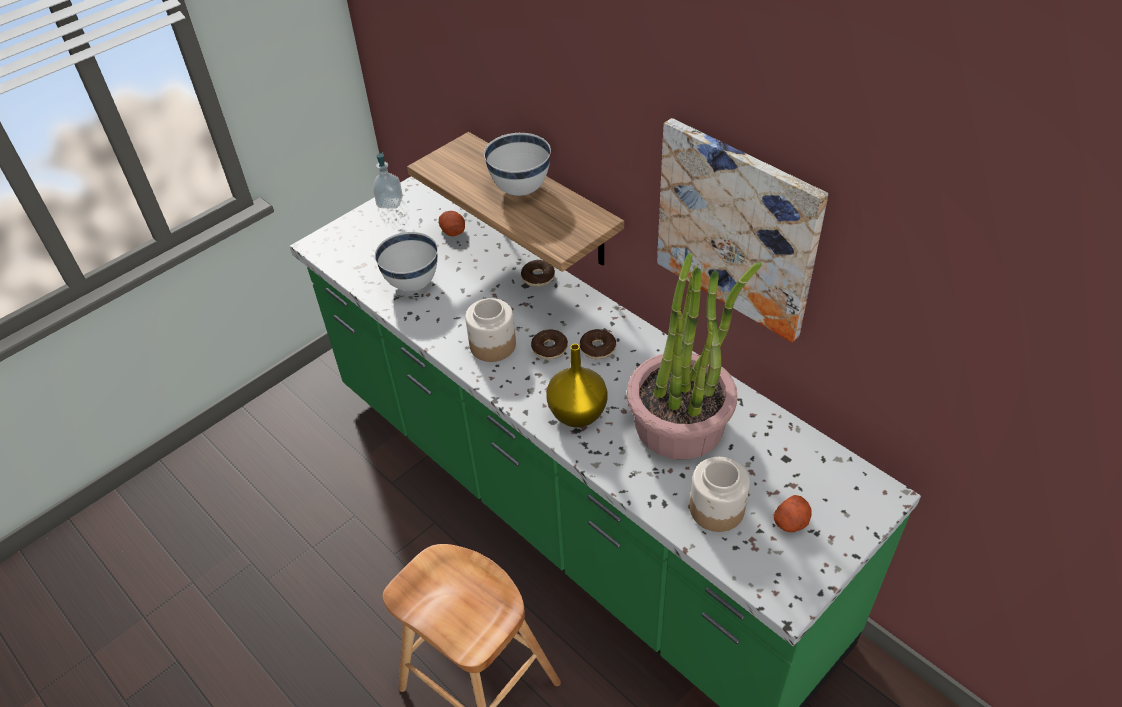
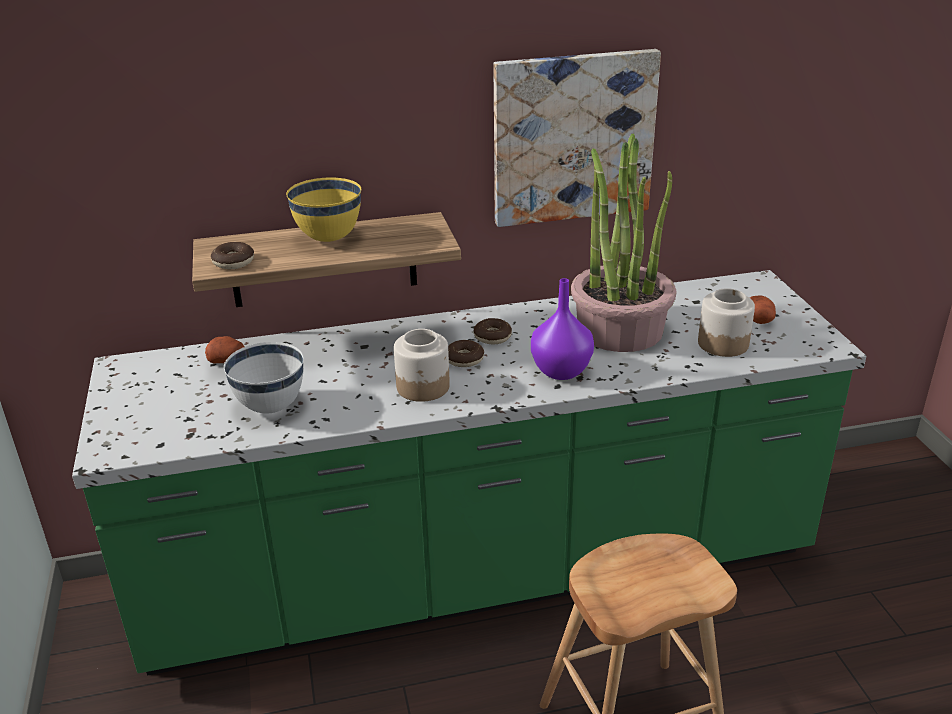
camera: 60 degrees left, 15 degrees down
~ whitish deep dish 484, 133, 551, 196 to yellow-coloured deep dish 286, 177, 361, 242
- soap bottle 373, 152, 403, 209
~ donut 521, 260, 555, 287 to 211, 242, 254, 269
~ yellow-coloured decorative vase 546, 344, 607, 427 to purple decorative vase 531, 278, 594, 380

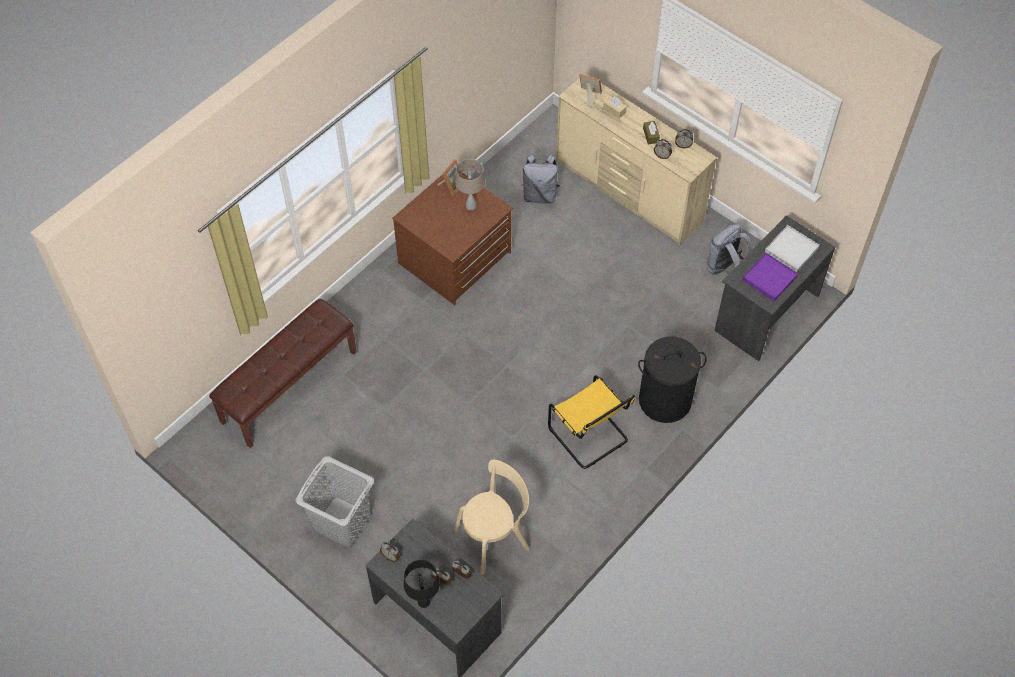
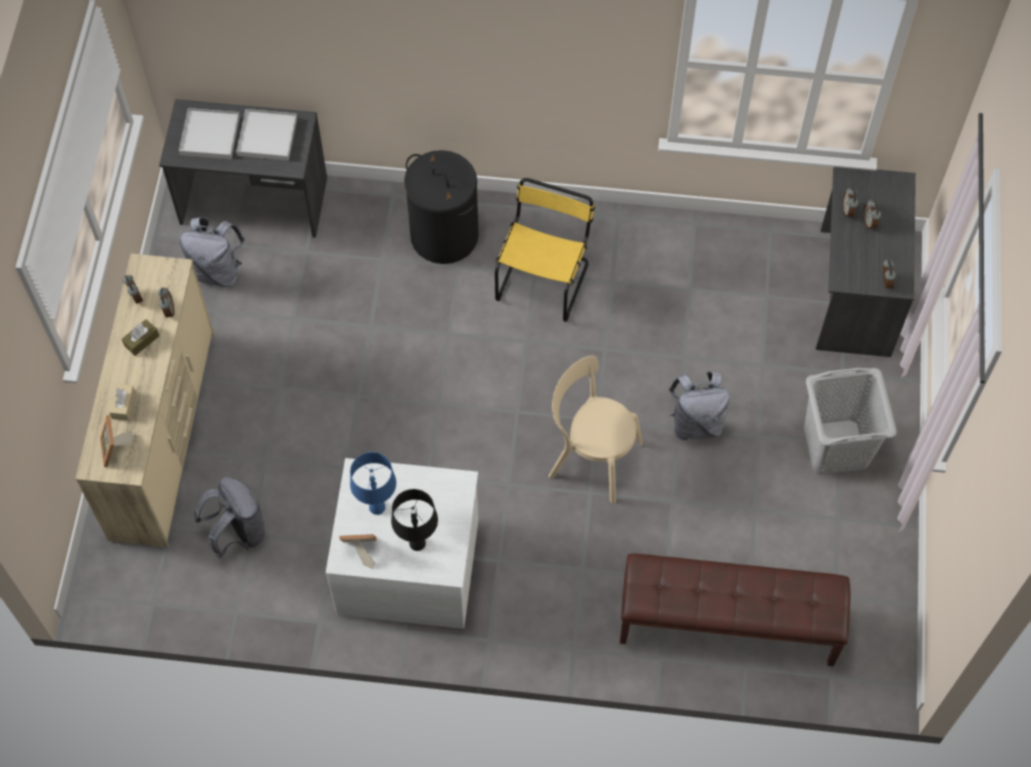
camera: 125 degrees left, 5 degrees up
~ sand-coloured tabletop lamp 455, 159, 485, 210 to bluish tabletop lamp 350, 452, 396, 515
~ brown-coloured drawer chest 392, 172, 513, 305 to whitish drawer chest 326, 458, 478, 629
~ purple tray 742, 253, 798, 301 to whitish tray 236, 109, 297, 161
~ sand-coloured upright chair 454, 460, 530, 575 to 548, 356, 643, 503
~ black tabletop lamp 404, 560, 440, 608 to 391, 489, 438, 551
+ grey knapsack 669, 371, 730, 440

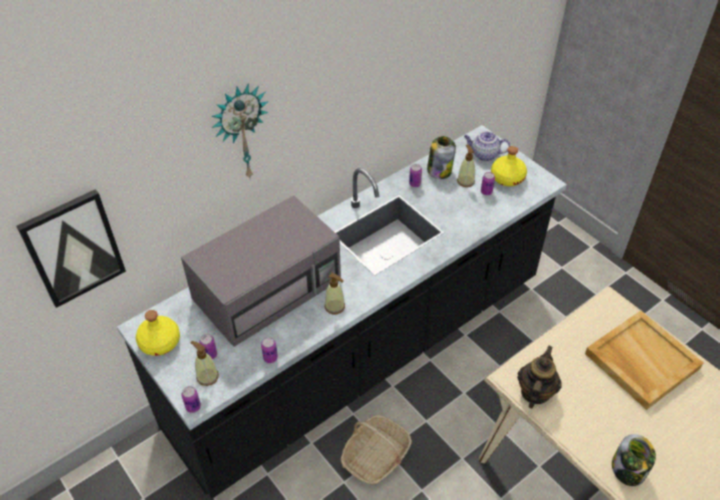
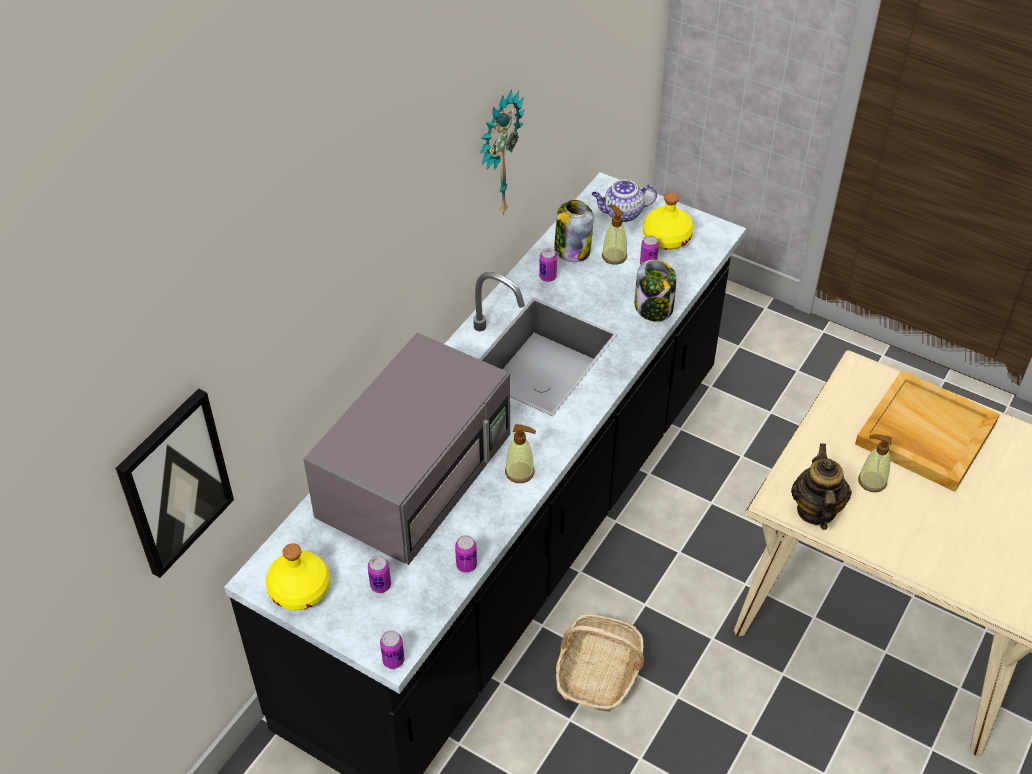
camera: 20 degrees left, 0 degrees up
~ wall clock 212, 83, 269, 178 to 480, 89, 525, 216
~ soap bottle 191, 341, 219, 386 to 858, 434, 892, 492
~ jar 612, 434, 656, 486 to 635, 260, 676, 322

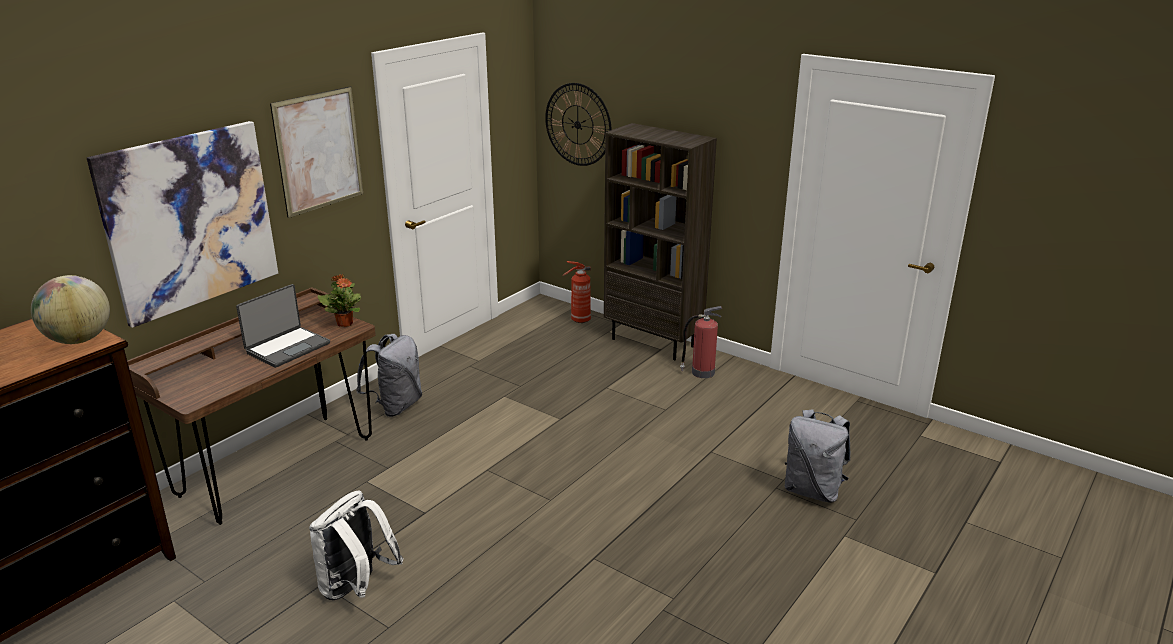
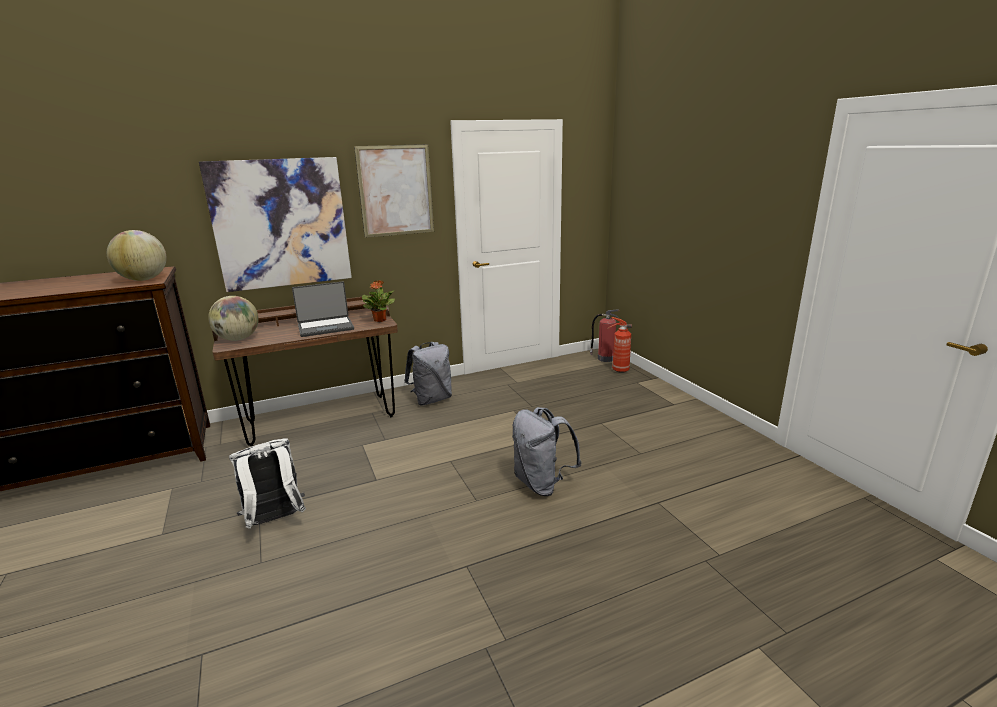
camera: 30 degrees right, 5 degrees down
- wall clock 545, 83, 611, 166
- brown-coloured bookshelf 604, 123, 717, 360
~ extinguisher 680, 306, 722, 378 to 590, 309, 619, 362
~ grey knapsack 785, 409, 851, 503 to 512, 407, 582, 496
+ desk globe 208, 296, 259, 341

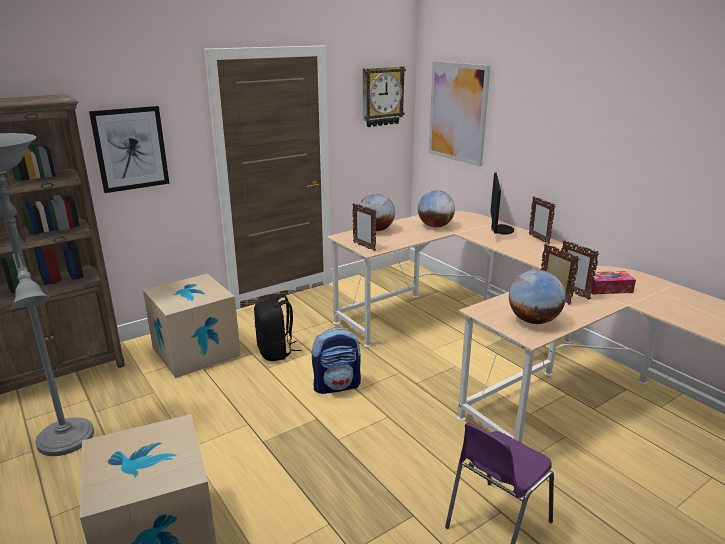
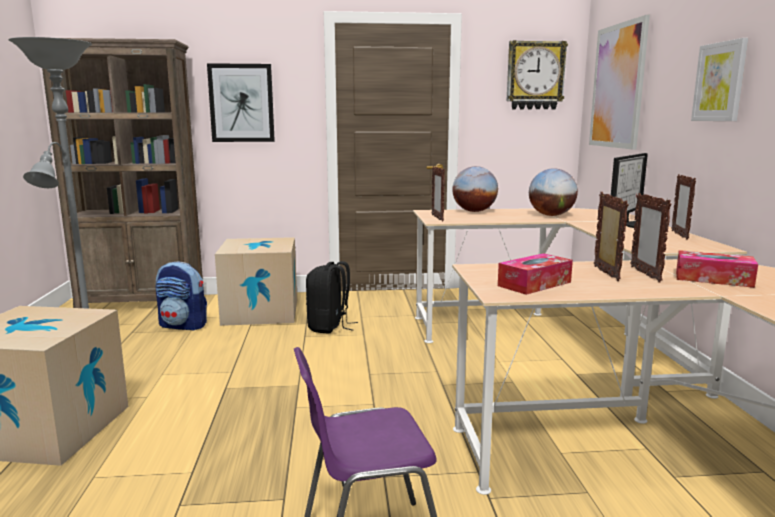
camera: 30 degrees right, 10 degrees down
~ desk globe 509, 270, 566, 324 to tissue holder 498, 253, 573, 295
~ knapsack 312, 328, 361, 394 to 156, 261, 207, 330
+ wall art 691, 38, 748, 121

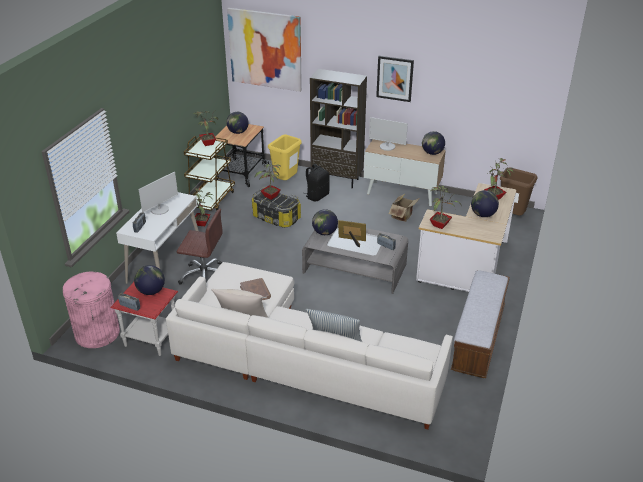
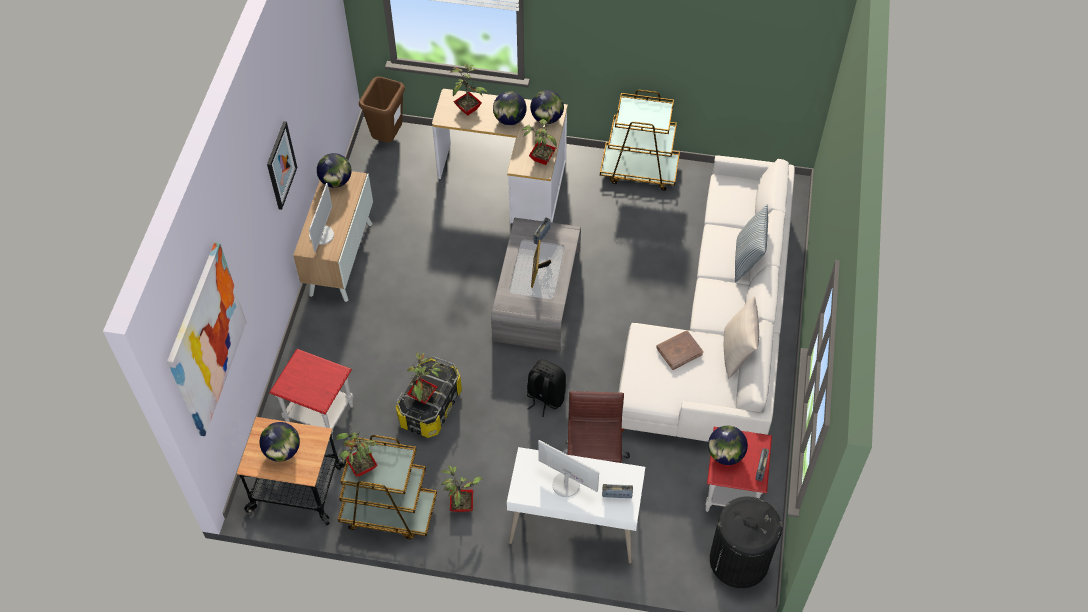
camera: 100 degrees left, 20 degrees up
- brown-coloured bookshelf 310, 69, 367, 189
~ yellow-coloured rubbish bin 268, 135, 302, 180 to red-coloured accent table 269, 349, 353, 439
~ black knapsack 303, 164, 329, 201 to 527, 360, 566, 417
- cardboard box 388, 193, 420, 222
~ desk globe 312, 209, 338, 235 to 530, 90, 564, 124
~ indoor bench 451, 270, 510, 378 to brown-coloured wheeled cart 600, 90, 680, 191
~ pinkish rubbish bin 63, 271, 120, 348 to black rubbish bin 710, 496, 783, 588

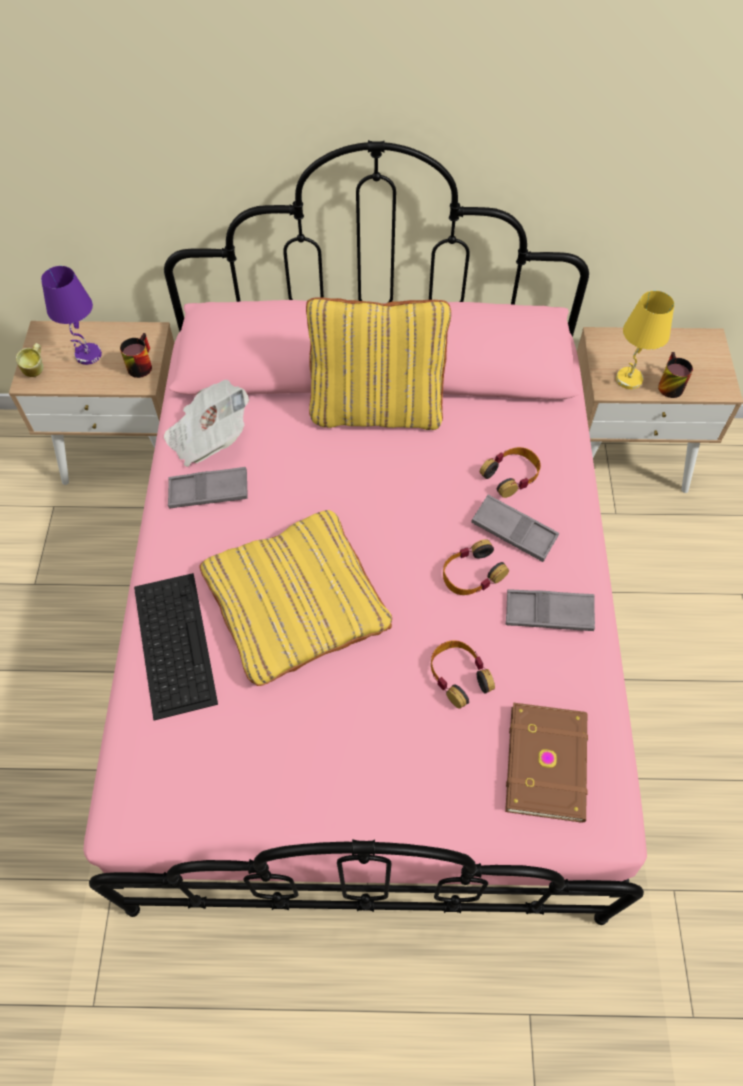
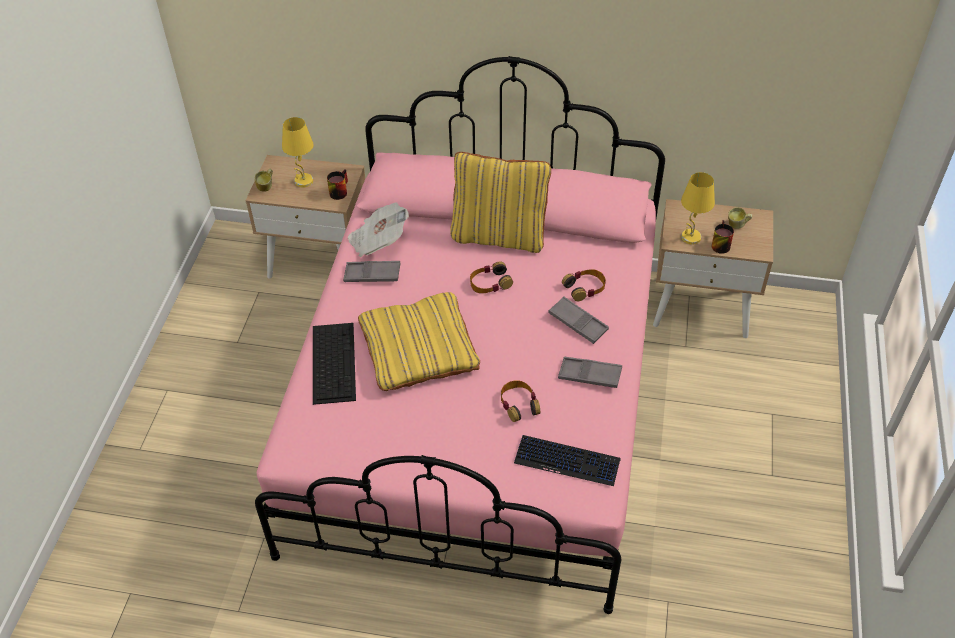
camera: 10 degrees right, 10 degrees down
~ purple tabletop lamp 41, 266, 102, 365 to yellow-coloured tabletop lamp 282, 117, 314, 188
~ headphones 443, 539, 509, 595 to 470, 261, 513, 293
~ brown-coloured volume 505, 702, 588, 823 to keyboard 514, 435, 621, 486
+ tea mug 728, 207, 752, 229

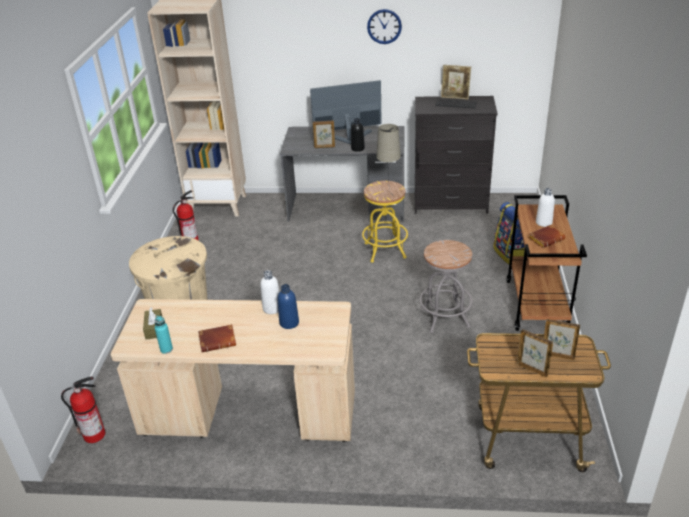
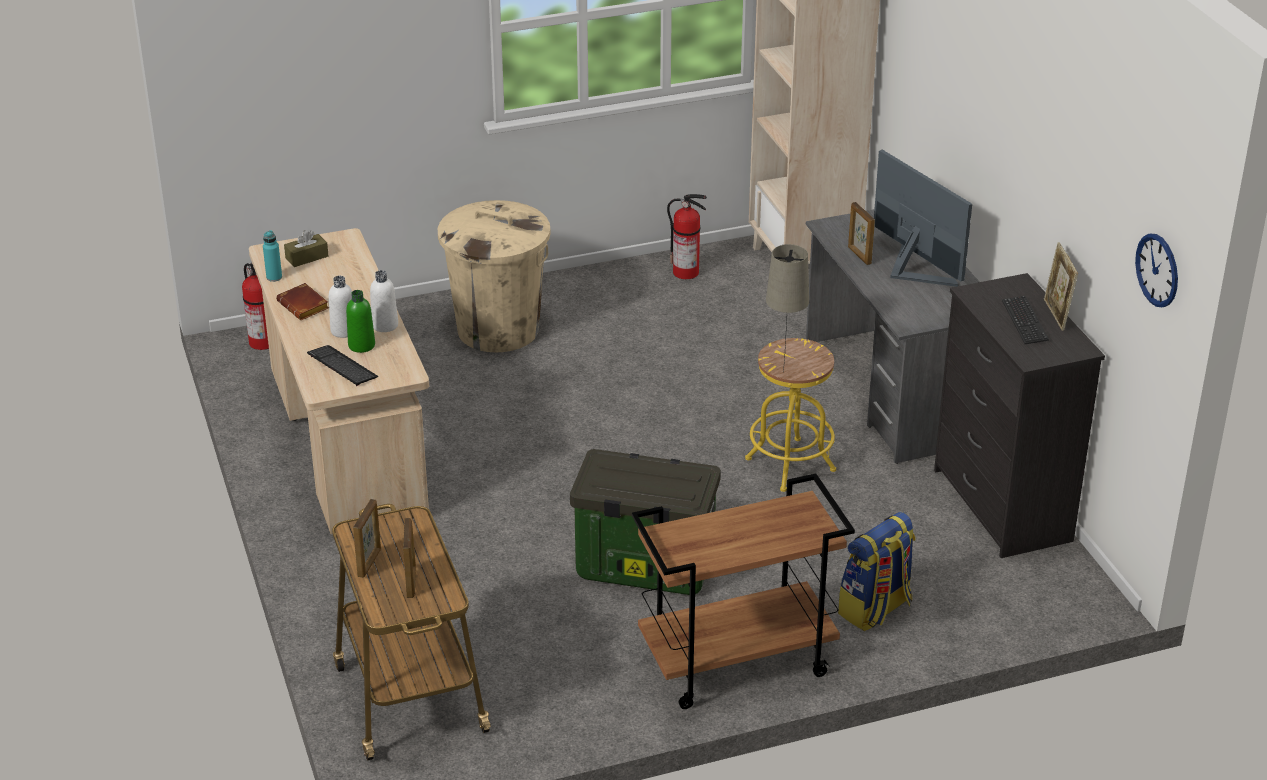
camera: 65 degrees right, 0 degrees up
~ wall clock 367, 9, 402, 44 to 1135, 234, 1178, 307
- black beverage bottle 351, 118, 365, 152
~ whitish beverage bottle 536, 188, 555, 227 to 329, 276, 352, 338
- brown-coloured volume 528, 225, 565, 248
~ grey stool 419, 240, 472, 333 to storage bin 570, 449, 721, 595
~ bluish beverage bottle 278, 284, 299, 329 to green beverage bottle 346, 290, 375, 353
+ keyboard 307, 345, 379, 386

